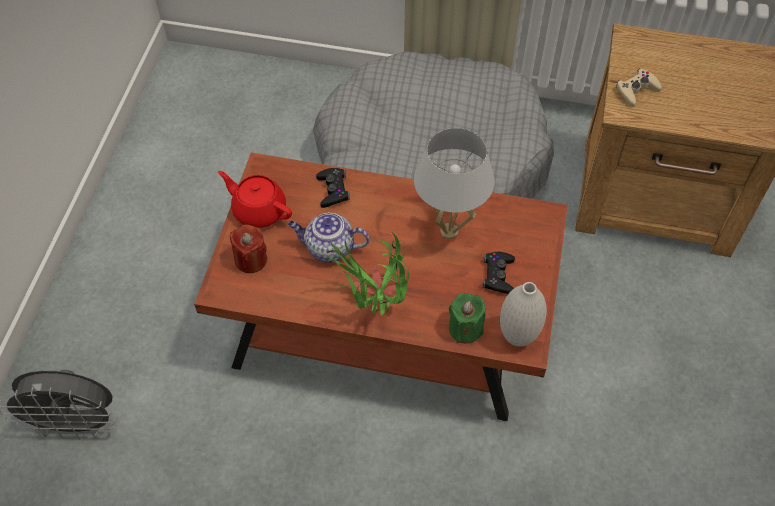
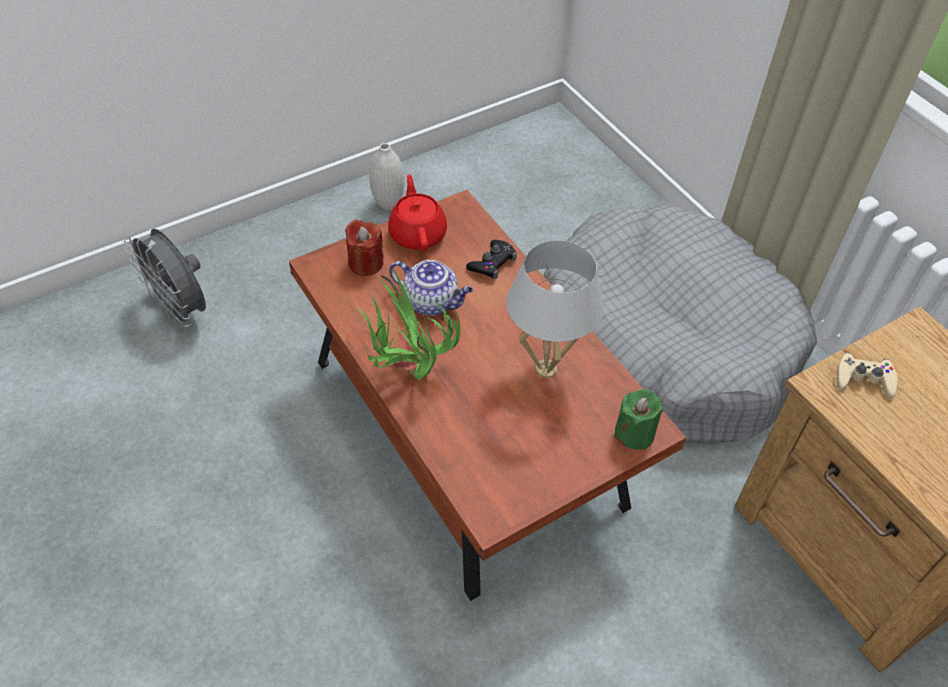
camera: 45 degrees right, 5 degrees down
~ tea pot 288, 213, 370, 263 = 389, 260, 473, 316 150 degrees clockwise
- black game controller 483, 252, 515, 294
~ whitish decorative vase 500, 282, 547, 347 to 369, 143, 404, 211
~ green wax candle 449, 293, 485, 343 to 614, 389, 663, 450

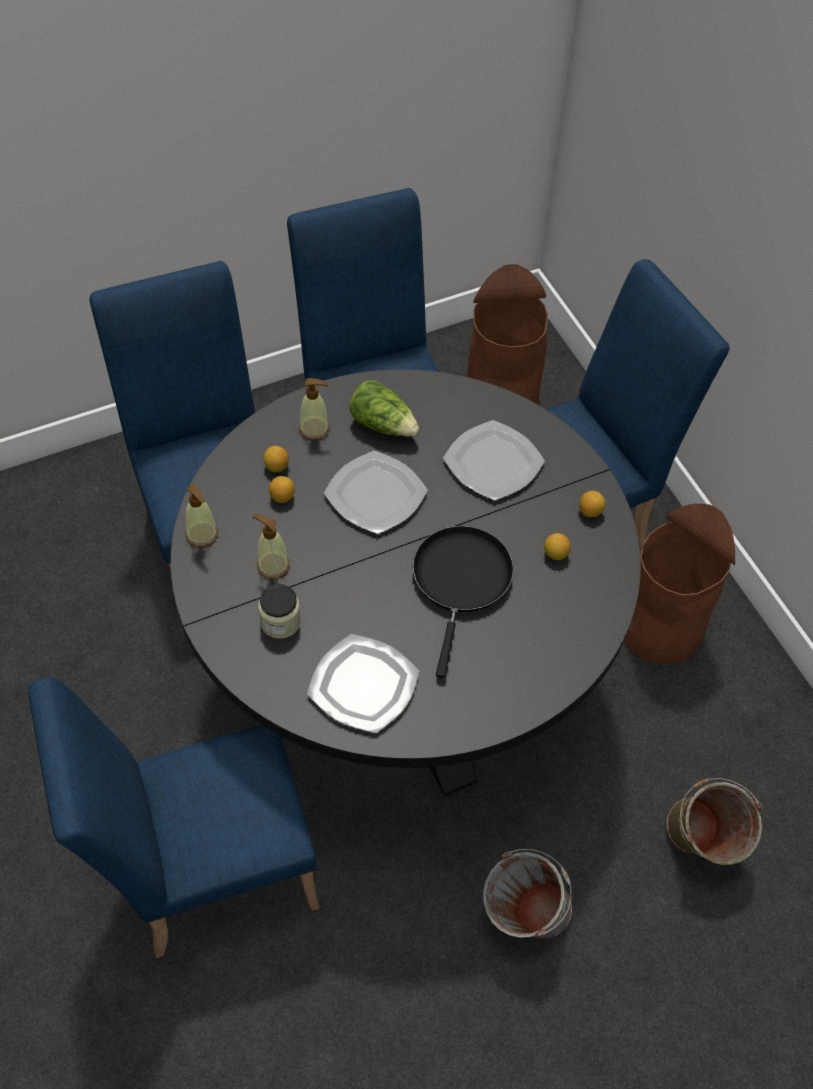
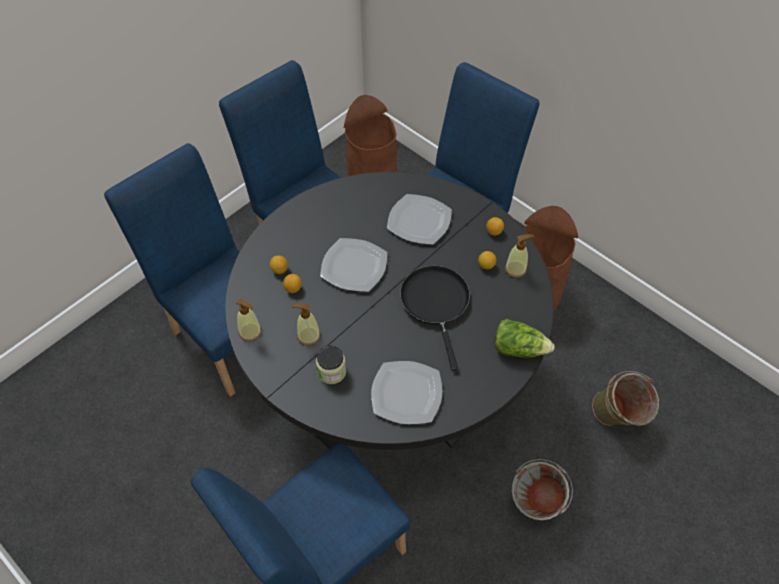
camera: 20 degrees left, 0 degrees up
~ soap bottle 299, 378, 329, 440 to 505, 234, 534, 278
~ lettuce 350, 380, 419, 436 to 495, 319, 555, 358

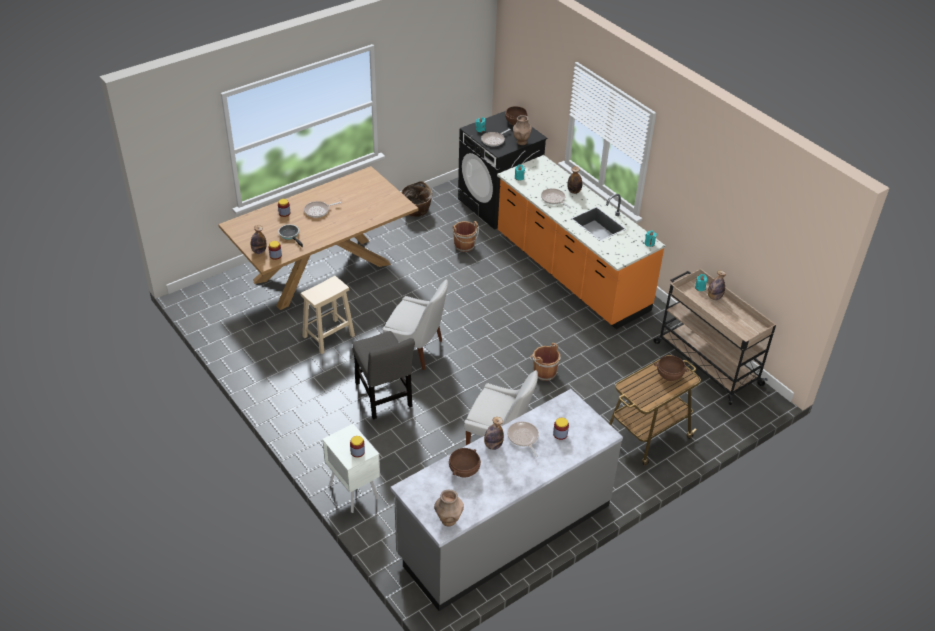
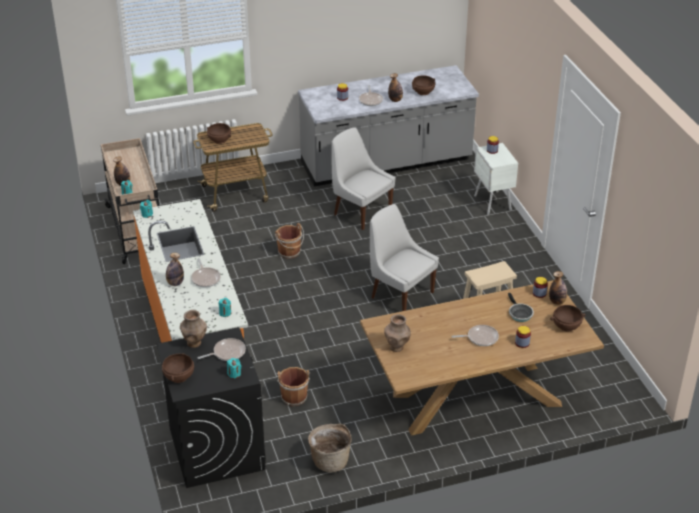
camera: 160 degrees left, 5 degrees down
- grey upright chair 352, 331, 415, 419
~ brown-coloured decorative vase 434, 490, 464, 526 to 384, 314, 410, 352
+ brown-coloured deep dish 550, 305, 586, 331

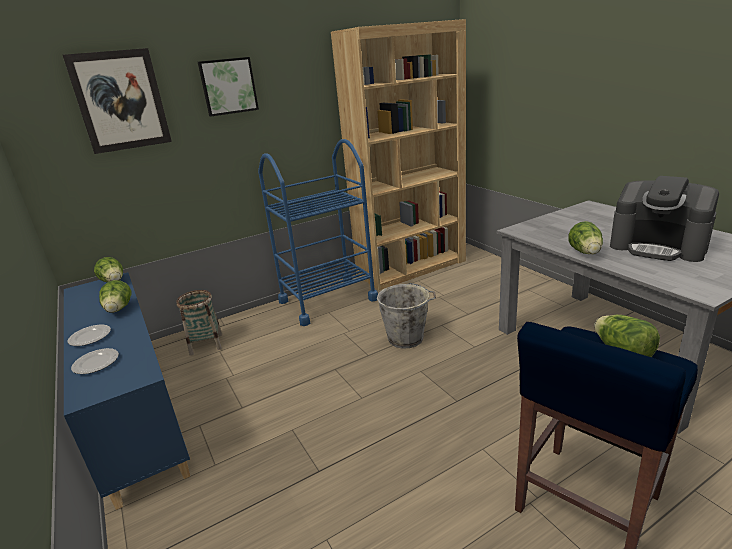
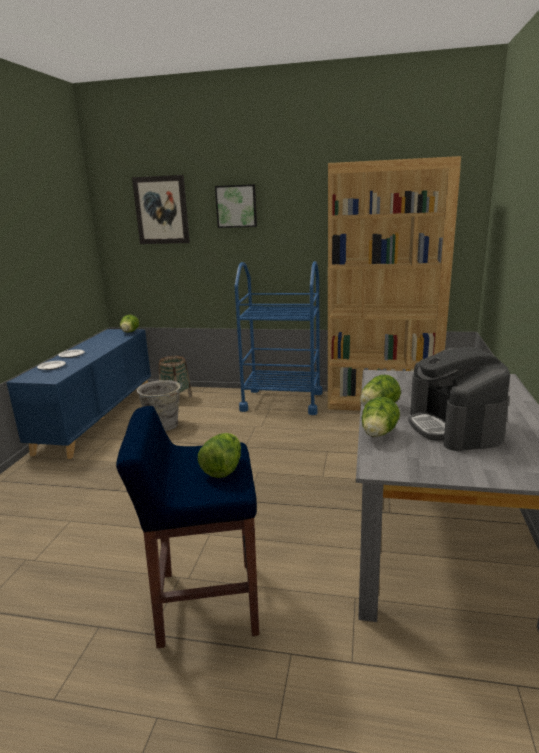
camera: 40 degrees right, 5 degrees down
~ lettuce 99, 280, 131, 313 to 362, 397, 400, 437
~ grey bucket 377, 283, 436, 348 to 137, 380, 182, 431

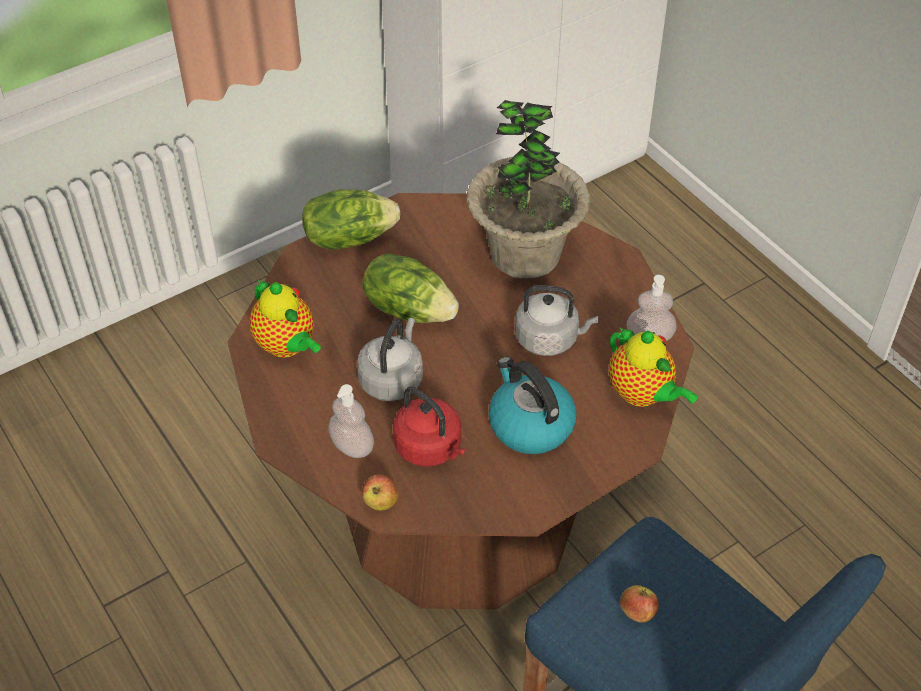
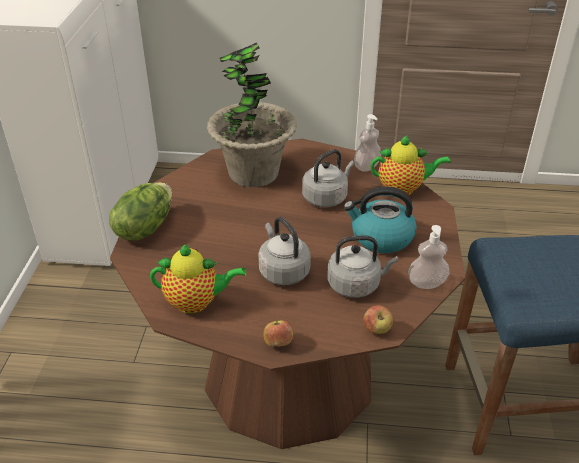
camera: 50 degrees left, 10 degrees down
- lettuce 362, 254, 459, 323
~ soap bottle 328, 384, 374, 458 to 408, 225, 450, 289
~ red-coloured kettle 393, 386, 465, 467 to grey kettle 327, 235, 398, 298
~ whole apple 620, 585, 659, 623 to 263, 320, 293, 347

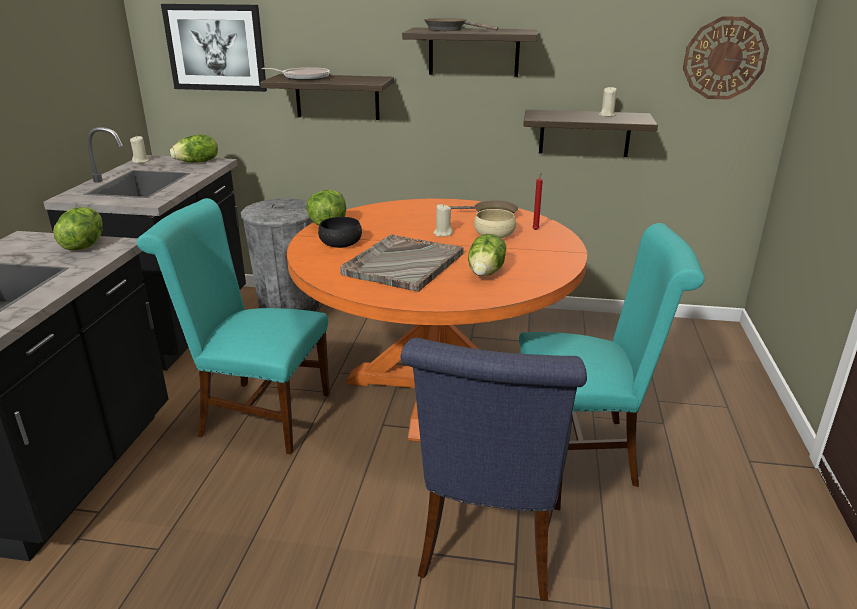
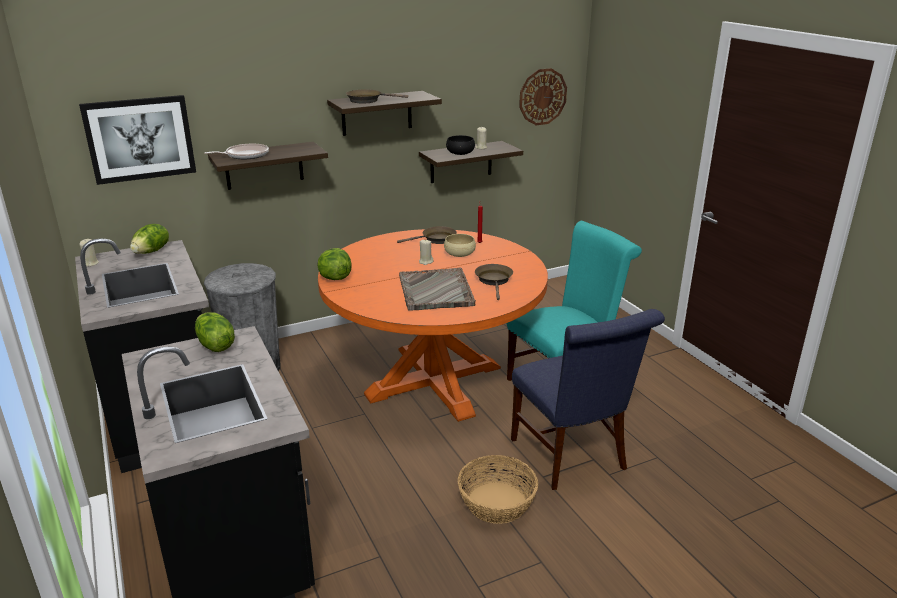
camera: 35 degrees left, 0 degrees up
- turquoise-coloured upright chair 137, 198, 330, 454
~ black deep dish 318, 217, 362, 248 to 446, 135, 475, 155
~ lettuce 468, 234, 506, 276 to brown-coloured frying pan 475, 264, 513, 300
+ household basket 458, 455, 538, 524

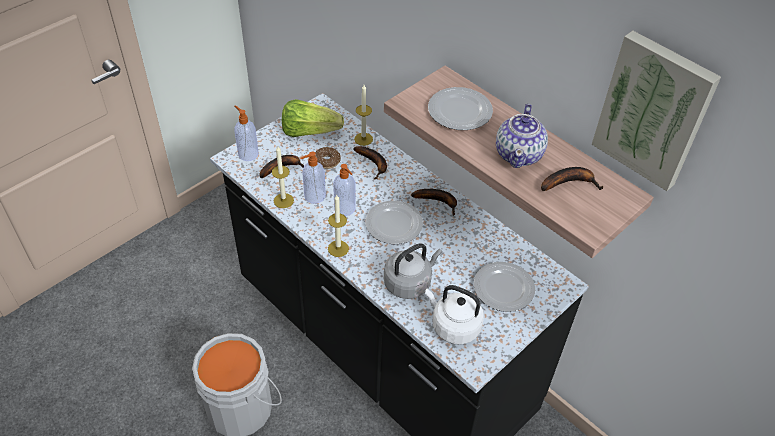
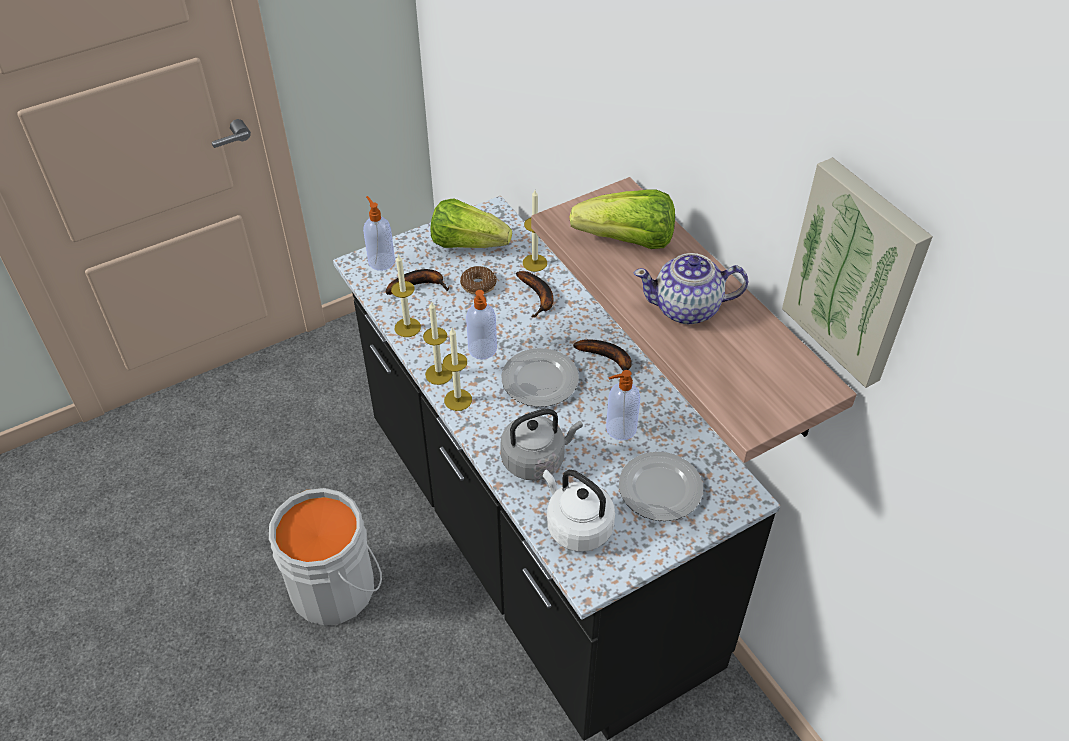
camera: 15 degrees right, 0 degrees up
~ flat dish 428, 87, 493, 130 to lettuce 569, 189, 675, 249
~ tea pot 496, 104, 548, 168 = 634, 253, 749, 325 60 degrees clockwise
~ soap bottle 300, 151, 326, 204 to 606, 370, 640, 440
- banana fruit 541, 167, 603, 191
+ wax candle 423, 302, 453, 385

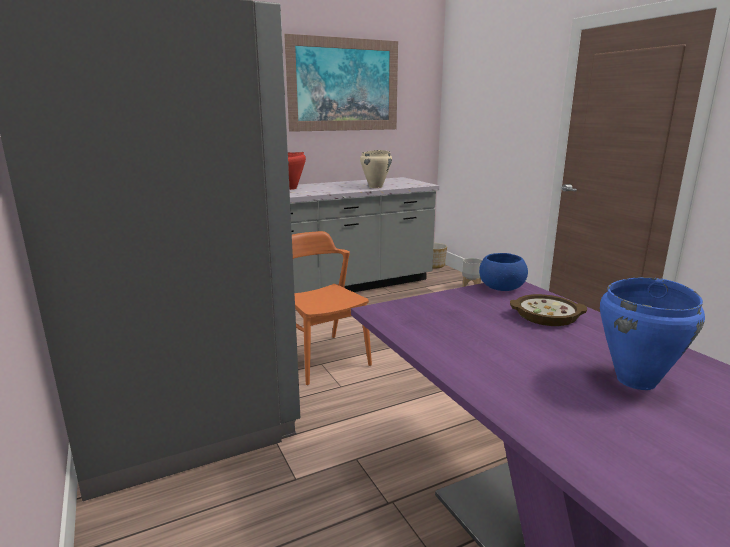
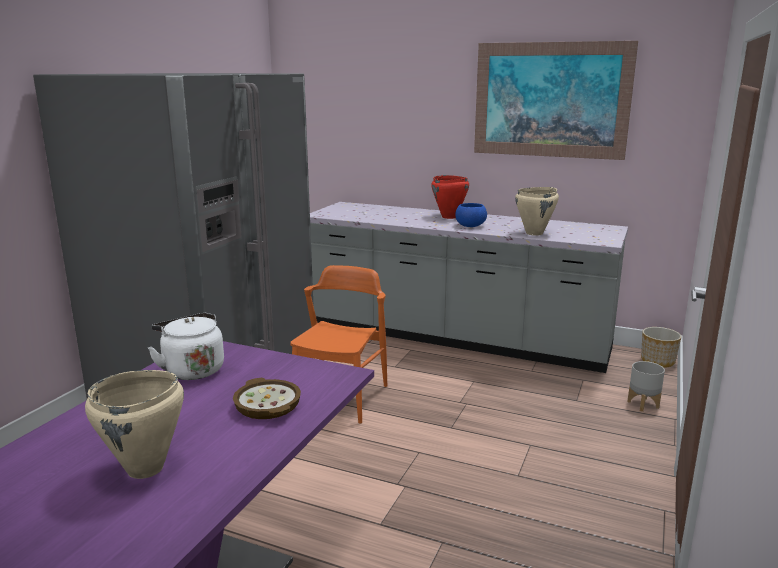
camera: 50 degrees right, 0 degrees up
~ bluish deep dish 479, 253, 528, 291 to 455, 203, 487, 227
~ bluish cooking pot 600, 277, 705, 390 to sand-coloured cooking pot 85, 370, 184, 479
+ whitish kettle 148, 313, 224, 380

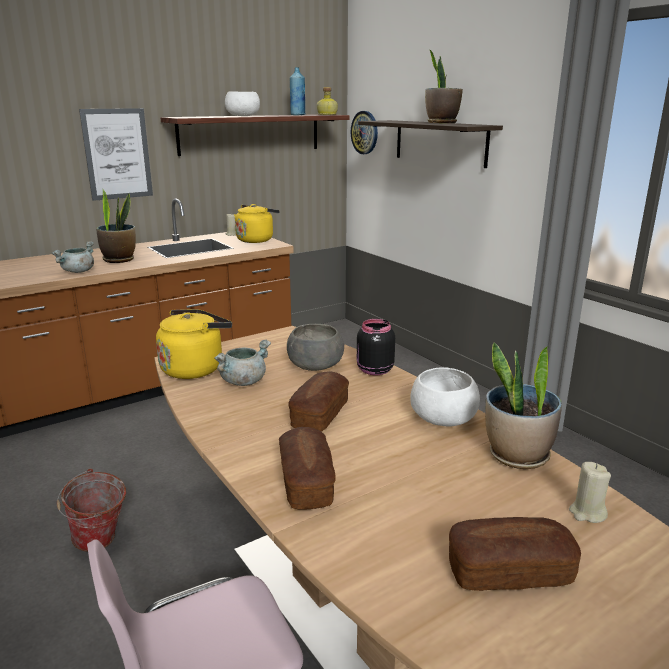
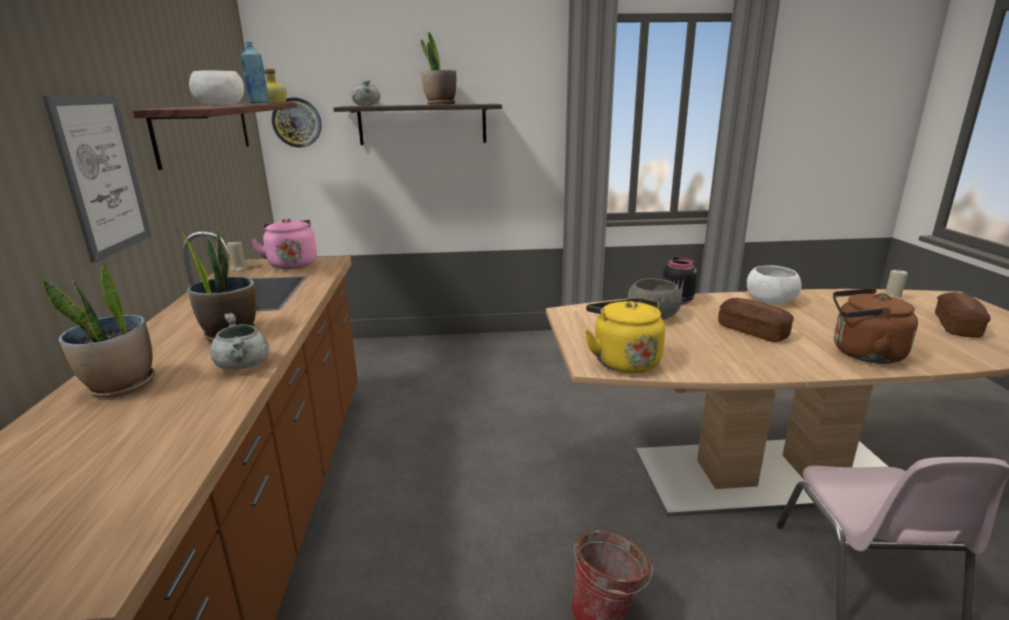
camera: 60 degrees left, 0 degrees up
~ yellow-coloured kettle 234, 204, 280, 243 to pinkish kettle 251, 218, 317, 269
~ grey cooking pot 214, 340, 271, 386 to 351, 79, 381, 106
~ potted plant 485, 342, 562, 469 to 42, 263, 155, 398
~ baked bread 279, 427, 336, 509 to brown-coloured kettle 833, 288, 918, 364

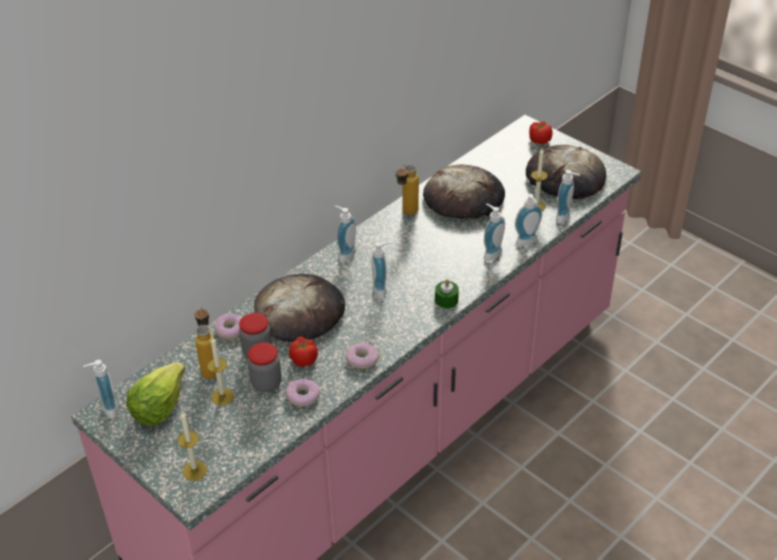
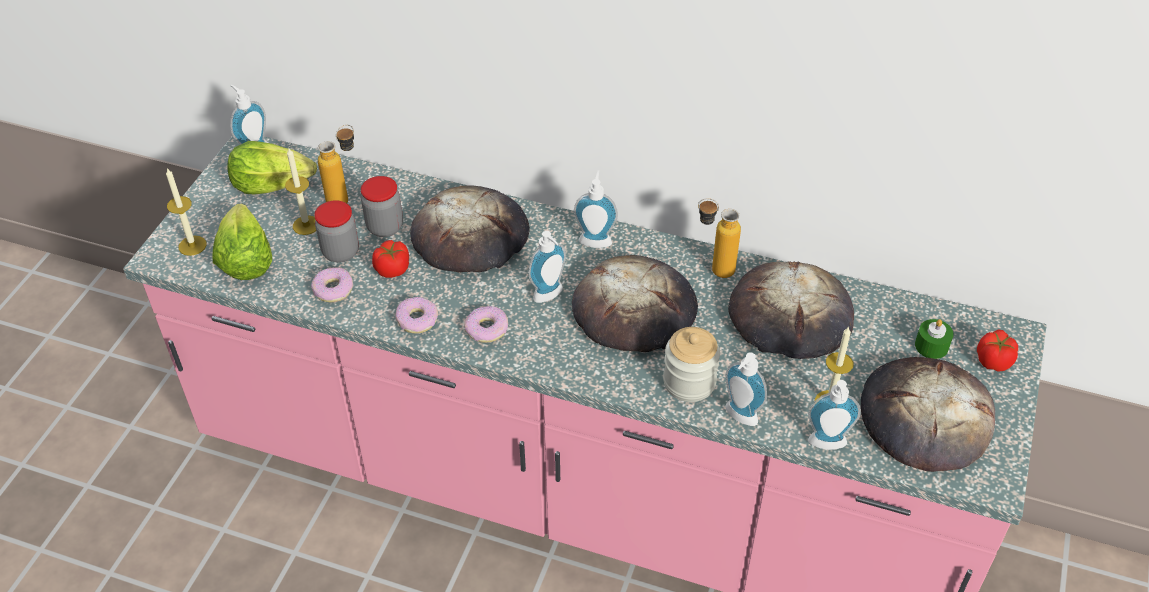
camera: 65 degrees right, 5 degrees up
~ soap bottle 484, 203, 505, 261 to jar 663, 327, 720, 402
~ green wax candle 435, 279, 459, 308 to 915, 319, 954, 359
~ donut 214, 313, 242, 339 to 464, 306, 508, 343
+ lettuce 212, 204, 272, 280
+ baked bread 572, 255, 698, 352

